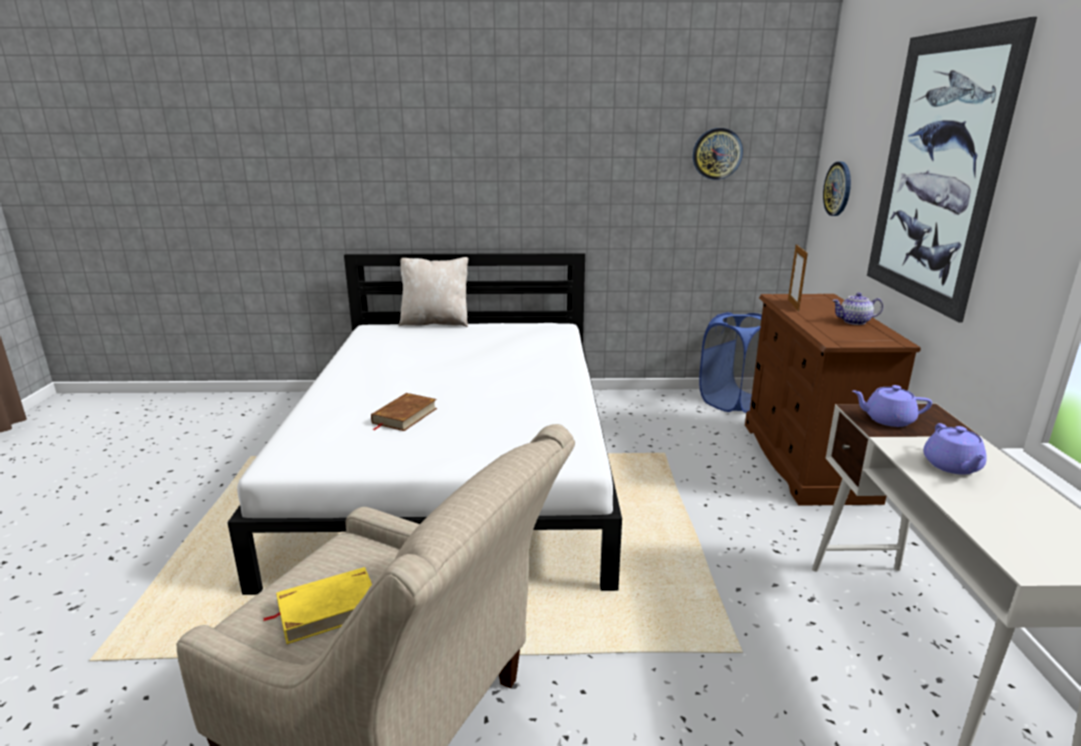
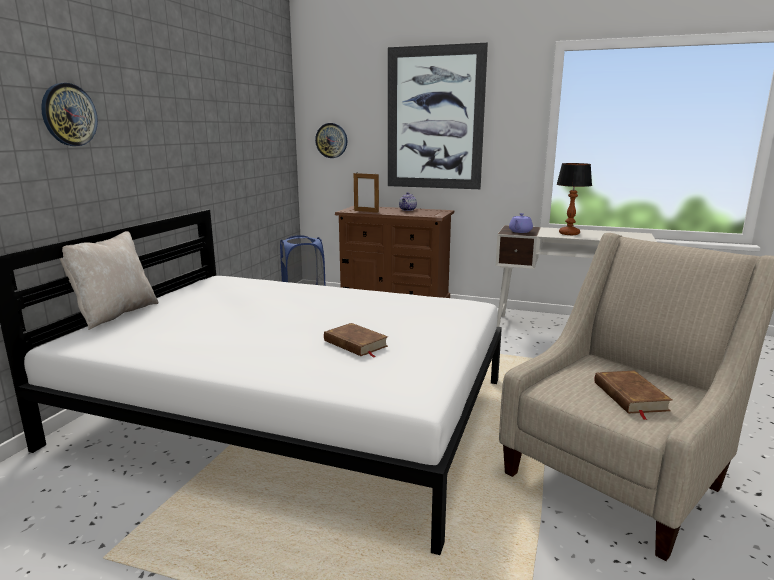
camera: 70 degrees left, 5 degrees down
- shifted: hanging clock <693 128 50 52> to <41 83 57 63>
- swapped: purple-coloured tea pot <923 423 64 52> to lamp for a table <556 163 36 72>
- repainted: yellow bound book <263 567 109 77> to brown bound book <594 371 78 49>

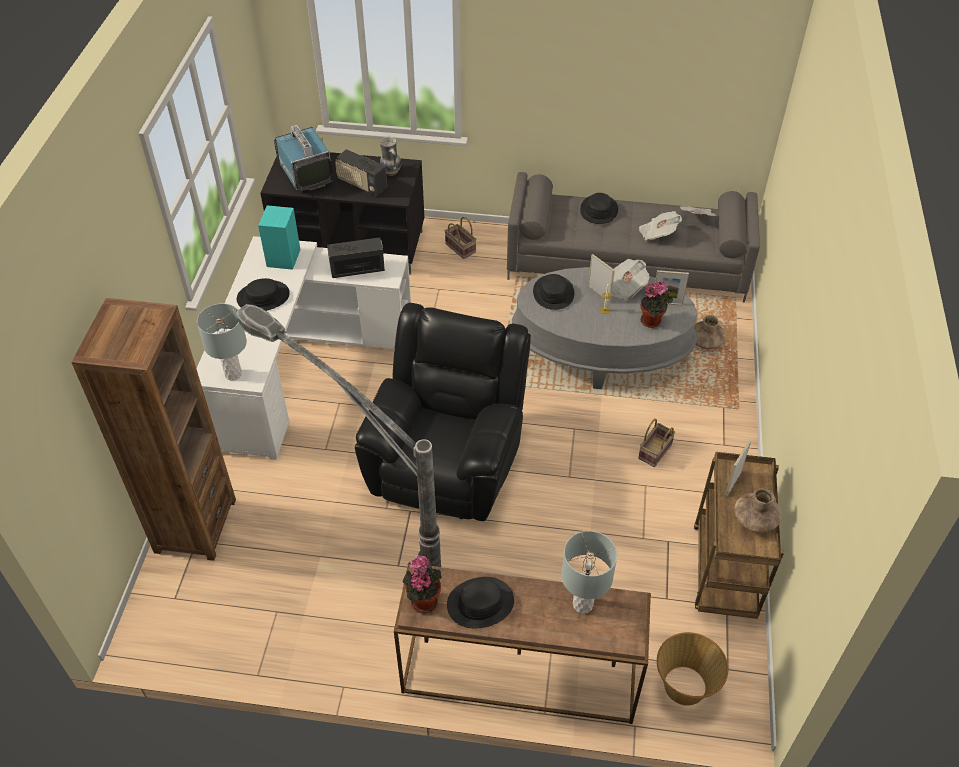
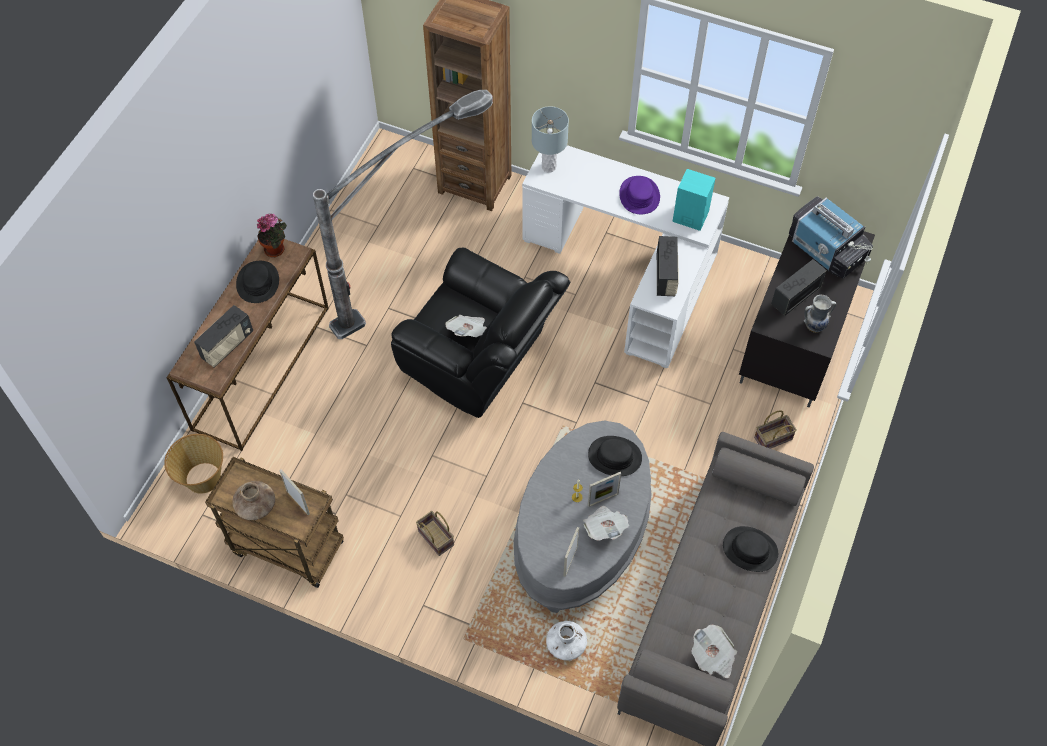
camera: 105 degrees right, 10 degrees up
- rotated: television <274 125 59 66> = <789 196 84 82> 60 degrees clockwise
- shifted: printed paper <639 211 43 29> to <445 315 42 22>
- repainted: black wearable hat <237 278 53 33> to purple-coloured wearable hat <619 176 41 38>
- gone: plant in a pot <640 281 33 47>
- repainted: brown flower vase <694 315 32 34> to whitish flower vase <546 621 41 40>
- swapped: gray lamp for a table <561 531 56 83> to radio set <194 305 59 63>

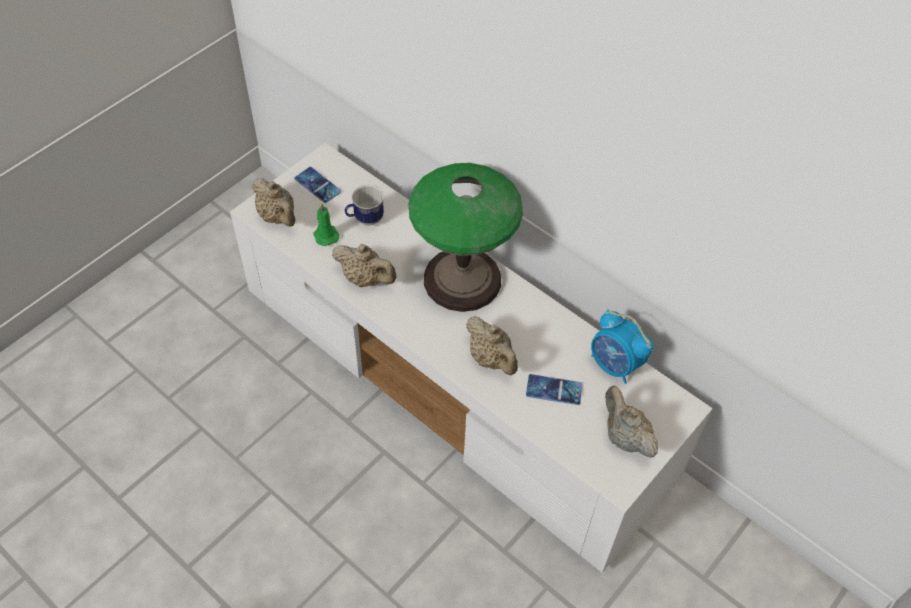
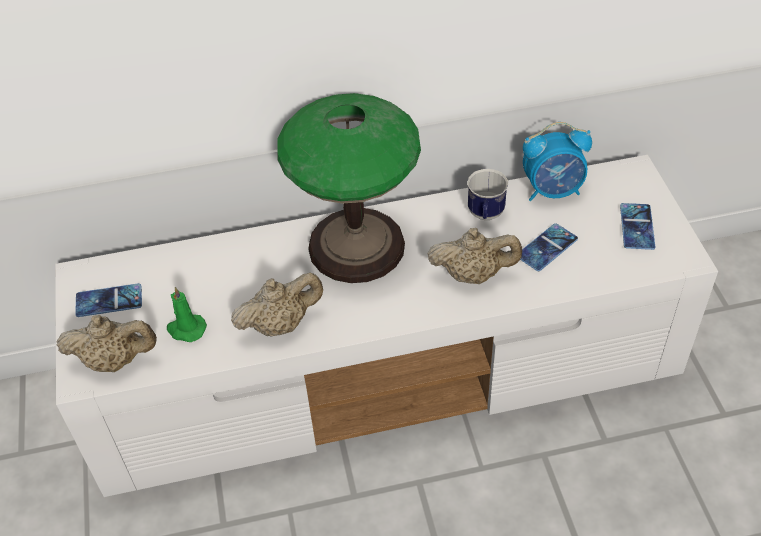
camera: 50 degrees left, 5 degrees down
- shifted: mug <345 185 39 40> to <468 169 40 51>
- swapped: beige tea pot <605 386 53 72> to handset <620 203 35 47>

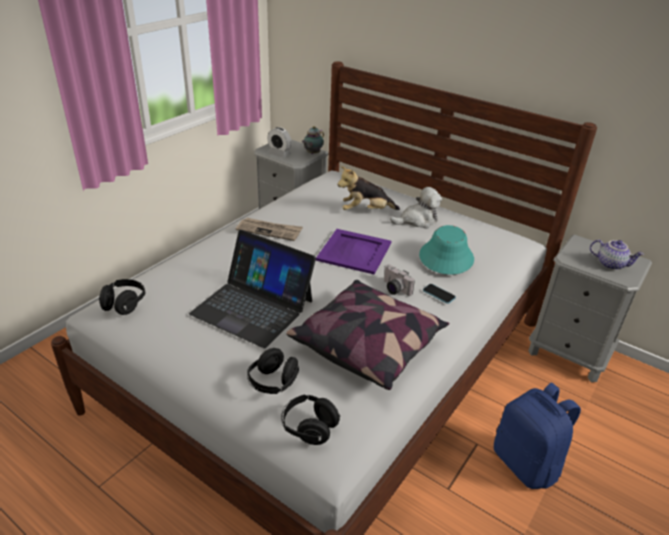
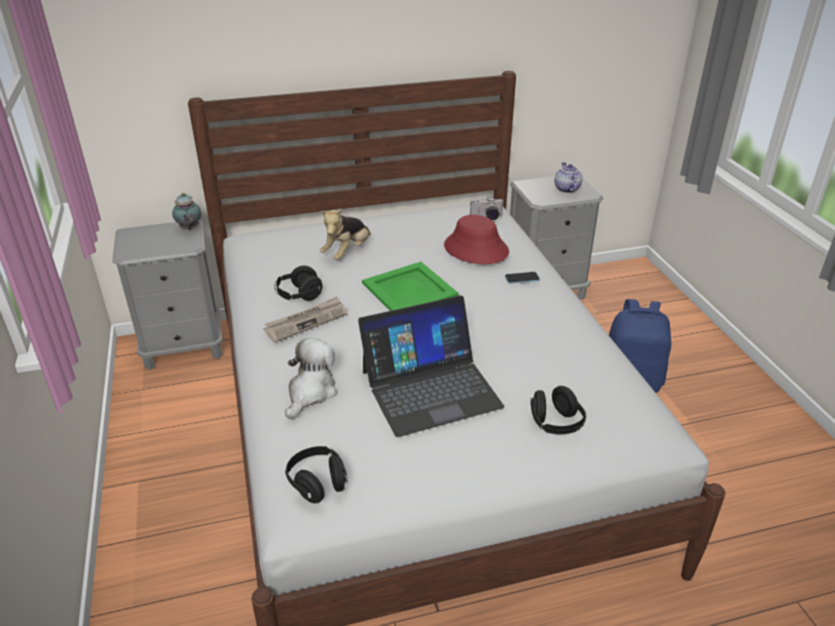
camera: 50 degrees left, 0 degrees up
- gone: bedside clock <267 127 24 31>
- shifted: cuddly toy <390 187 52 42> to <285 338 52 81>
- repainted: turquoise-coloured wearable hat <419 225 55 50> to red-coloured wearable hat <444 215 65 49>
- repainted: purple-coloured carrying tray <316 229 75 45> to green-coloured carrying tray <362 262 96 49>
- rotated: tea pot <590 240 54 30> = <555 162 27 31> 75 degrees counterclockwise
- shifted: photo camera <384 264 31 32> to <470 197 34 23>
- gone: cushion <286 280 163 110>
- shifted: black headset <281 394 59 51> to <274 266 49 35>

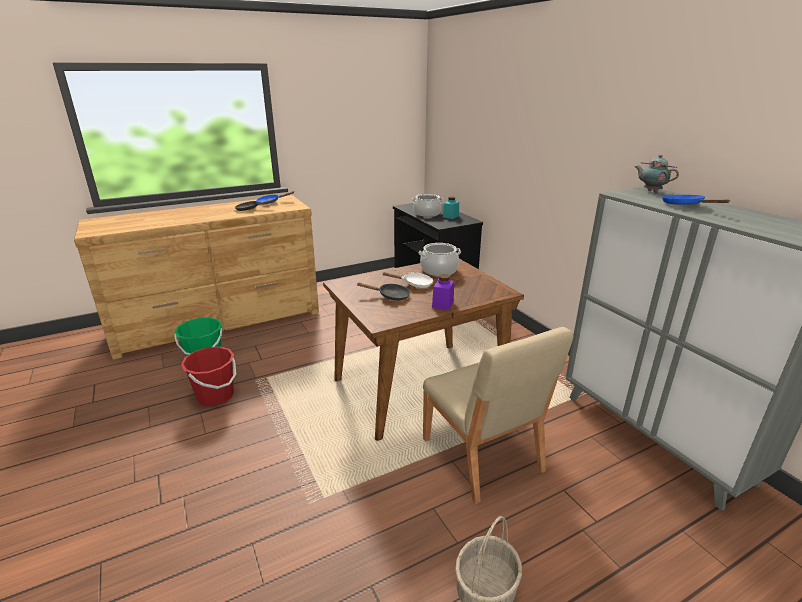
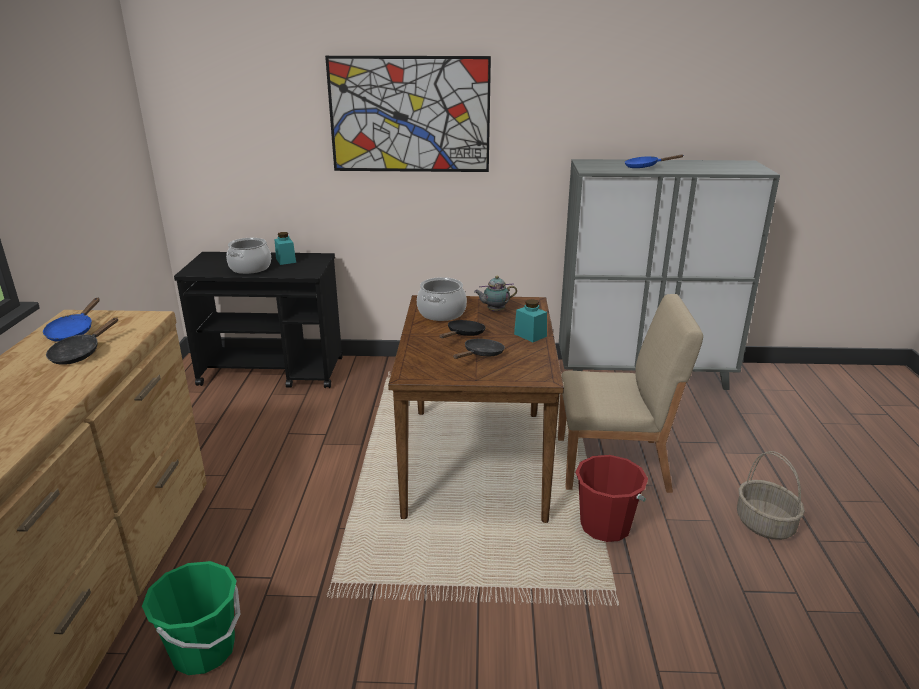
camera: 60 degrees left, 0 degrees up
- shifted: tea pot <635 155 44 37> to <474 276 43 35>
- repainted: whitish skillet <382 272 51 16> to black skillet <440 320 46 18>
- repainted: purple-coloured jar <432 274 22 36> to turquoise-coloured jar <514 299 33 43>
- shifted: red-coloured bucket <181 347 55 59> to <575 455 73 87>
- new: wall art <325 56 166 116>

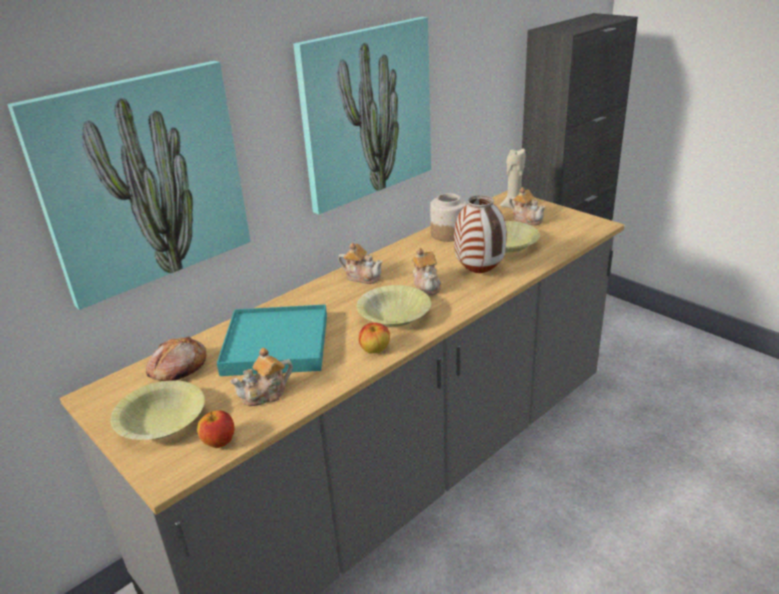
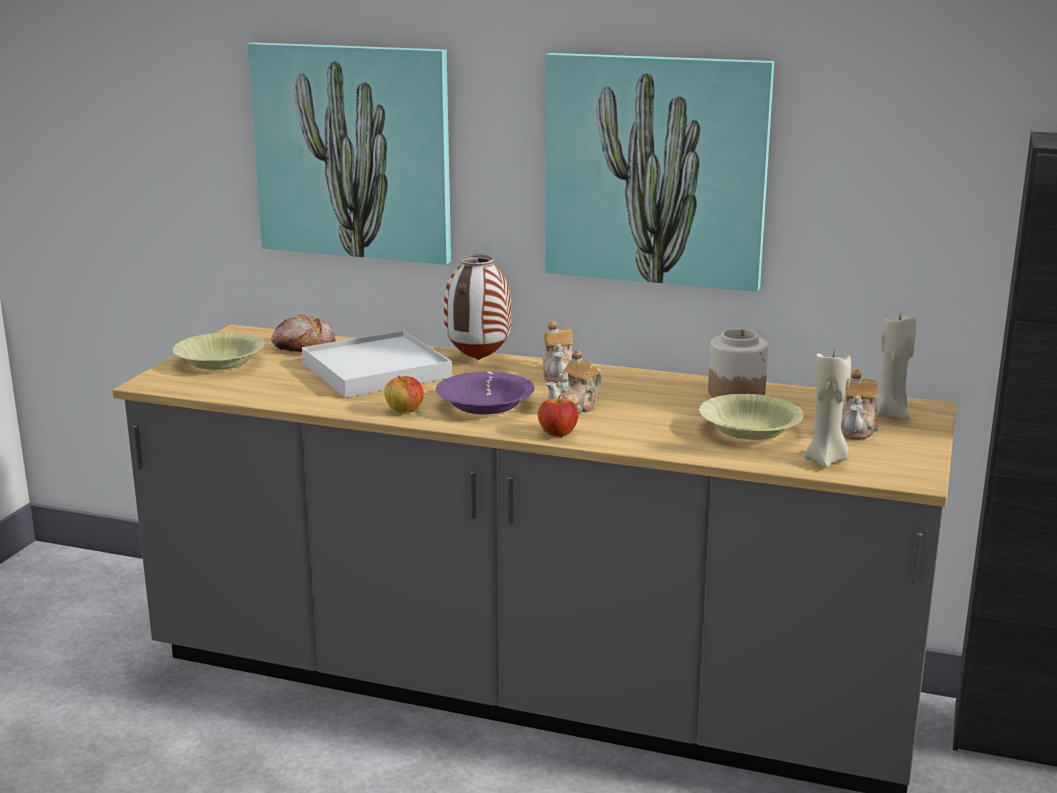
camera: 60 degrees right, 10 degrees down
- shifted: flower vase <454 195 53 78> to <444 255 68 105>
- repainted: yellow deep dish <357 285 74 42> to purple-coloured deep dish <436 372 98 42>
- repainted: turquoise-coloured carrying tray <217 304 110 72> to whitish carrying tray <302 331 150 67>
- gone: tea pot <230 347 63 59>
- shifted: apple <197 410 38 38> to <538 395 41 42>
- new: beige wax light <804 353 47 114>

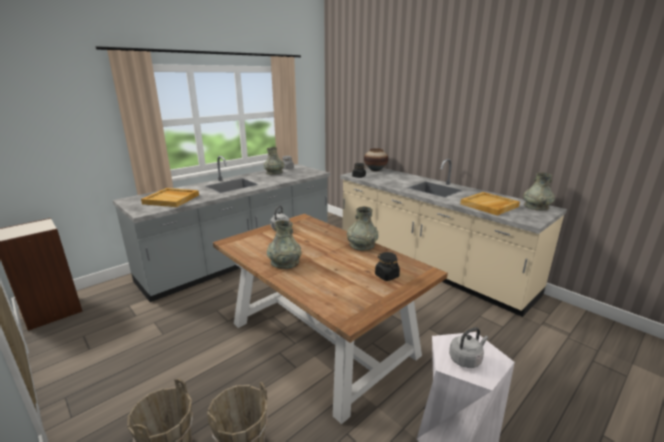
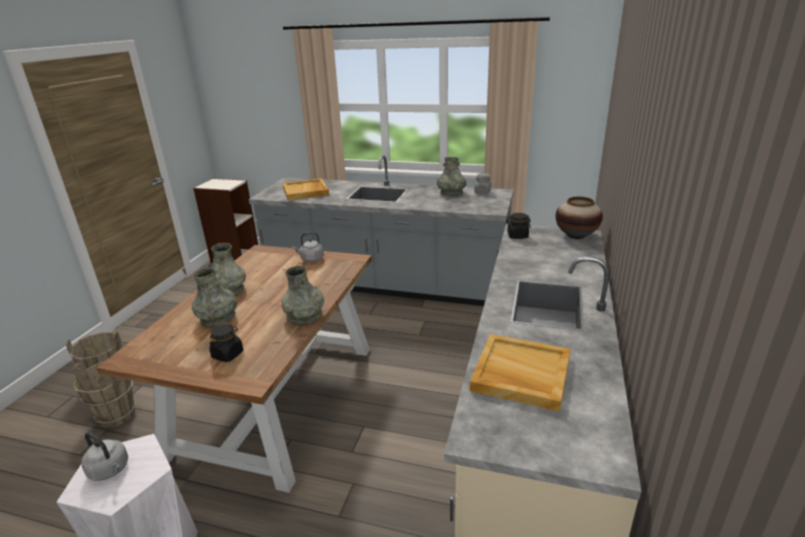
camera: 60 degrees right, 5 degrees up
- shifted: gray flower vase <523 172 32 38> to <192 268 45 59>

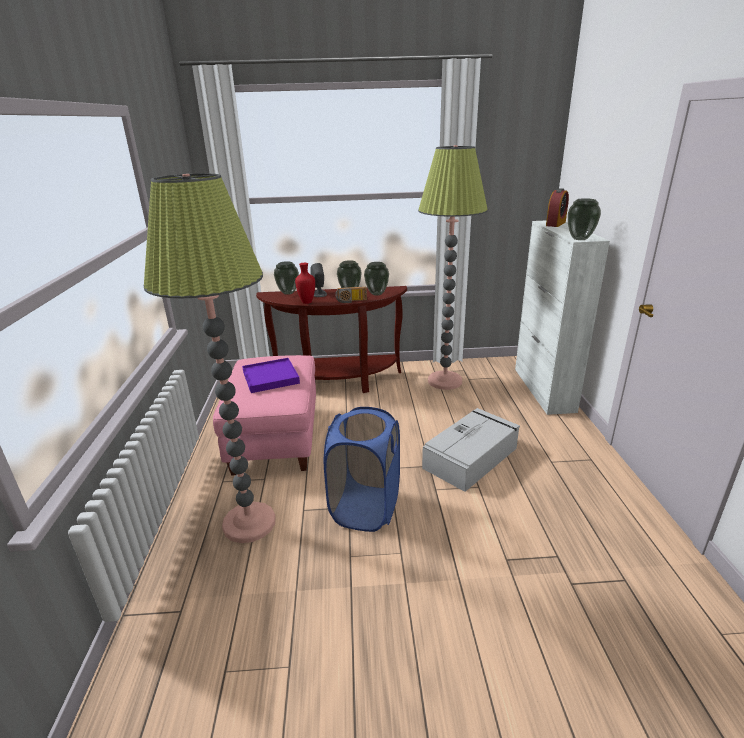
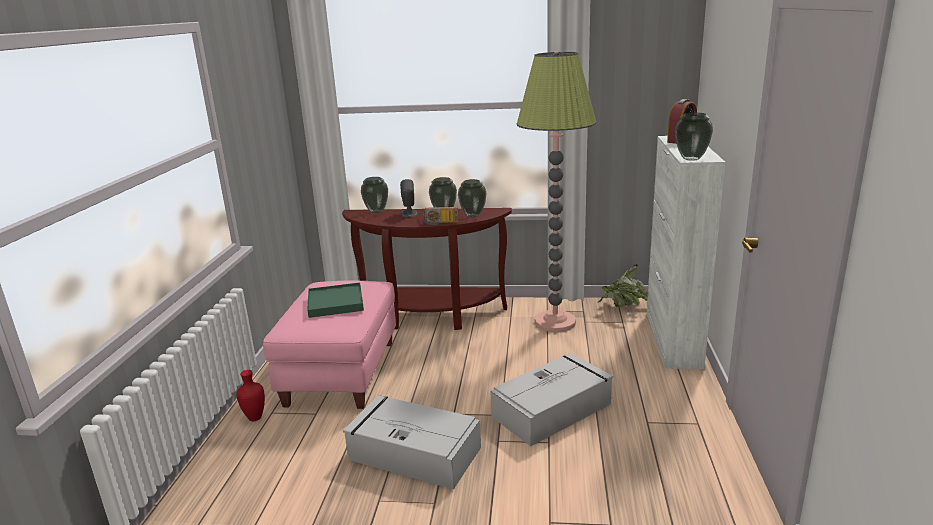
camera: 10 degrees right, 5 degrees down
- gone: floor lamp <143 173 132 370>
- shifted: red-coloured flower vase <295 263 20 41> to <236 370 29 51>
- repainted: purple-coloured carrying tray <242 358 58 35> to green-coloured carrying tray <307 282 57 36>
- swapped: blue washing basket <324 407 76 125> to gray storage box <343 395 138 94>
- new: plant in a pot <598 264 50 43>

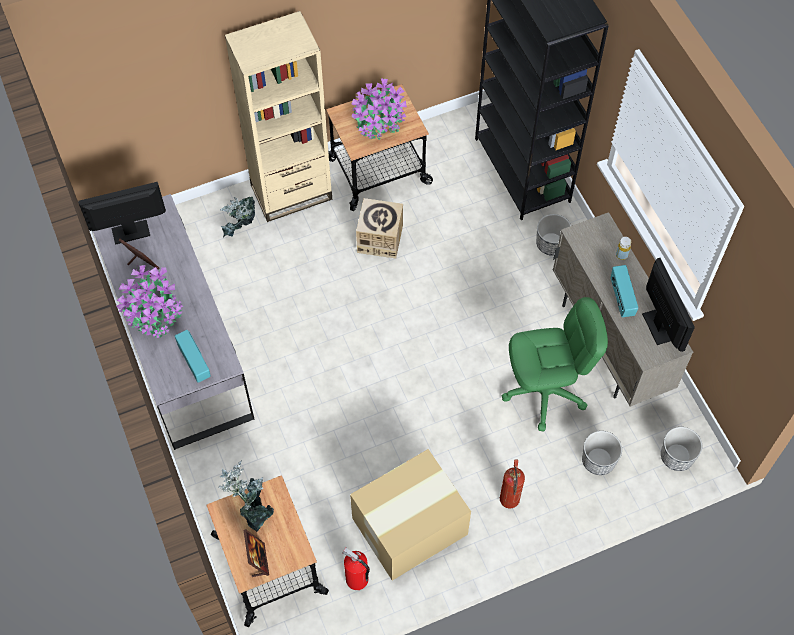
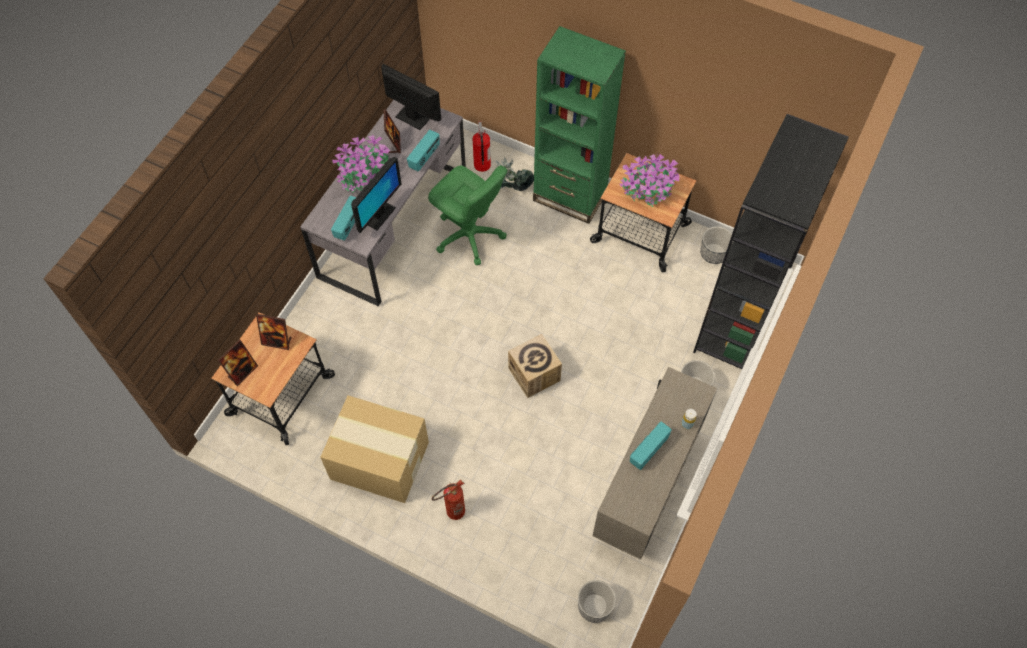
camera: 50 degrees right, 0 degrees up
- repainted: beige bookshelf <225 11 107 211> to green-coloured bookshelf <533 26 93 198>
- shifted: cardboard box <356 198 47 61> to <508 334 54 64>
- shifted: computer display <642 258 53 94> to <351 157 51 76>
- shifted: green-coloured computer chair <502 297 106 134> to <428 165 79 100>
- shifted: plant pot <582 431 40 44> to <700 226 33 38>
- swapped: plant in a pot <218 461 56 71> to standing frame <256 314 36 36>
- shifted: fire-fighting cylinder <342 548 28 42> to <473 121 18 51>
- new: radio set <407 130 32 41>

